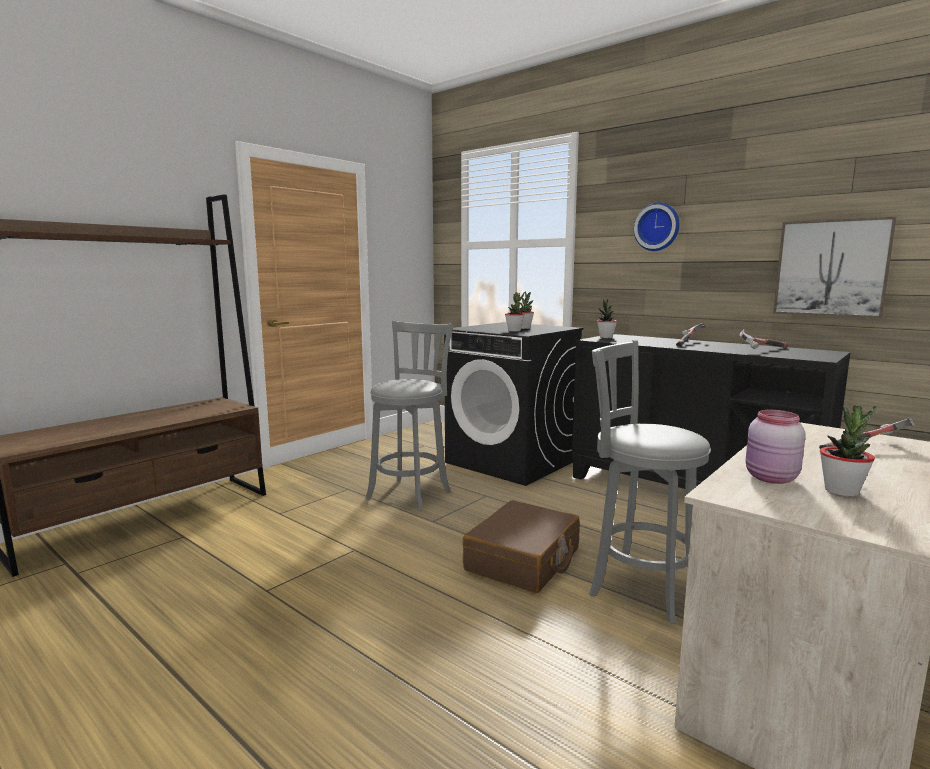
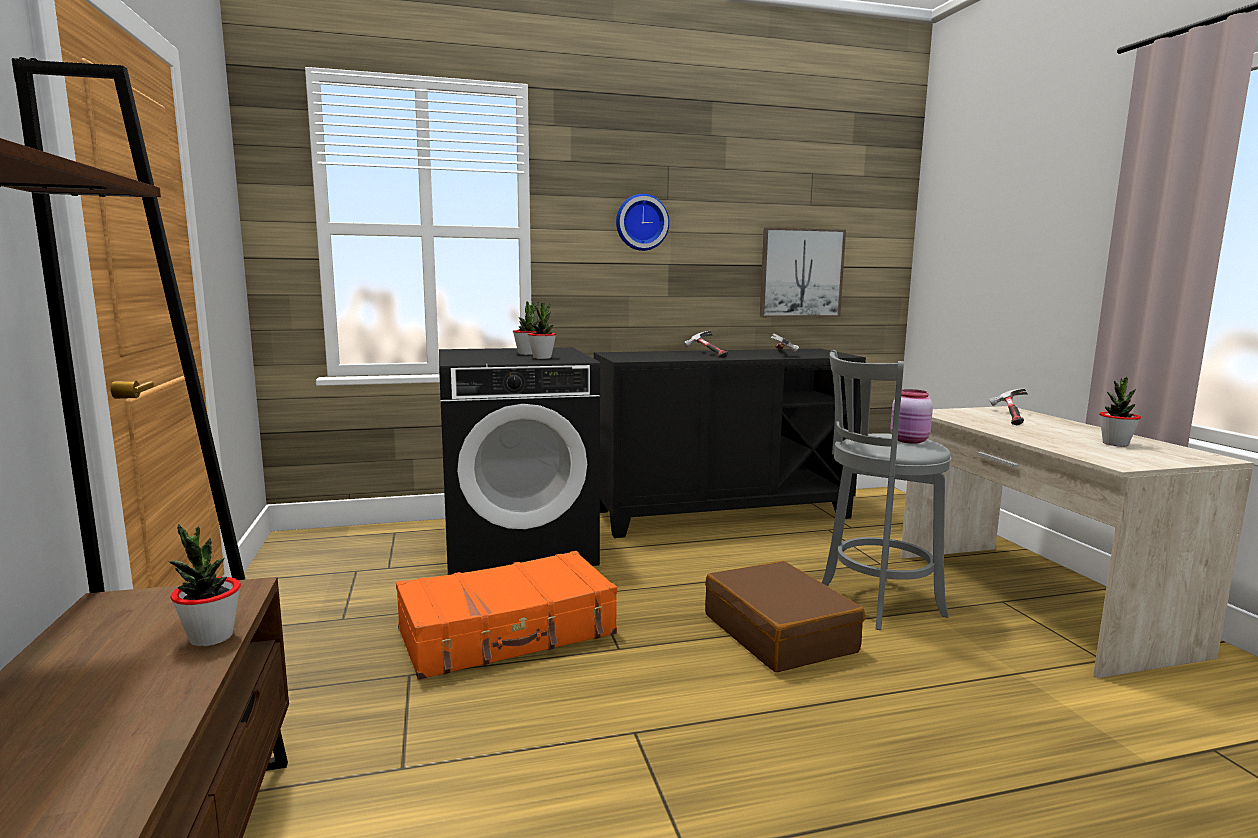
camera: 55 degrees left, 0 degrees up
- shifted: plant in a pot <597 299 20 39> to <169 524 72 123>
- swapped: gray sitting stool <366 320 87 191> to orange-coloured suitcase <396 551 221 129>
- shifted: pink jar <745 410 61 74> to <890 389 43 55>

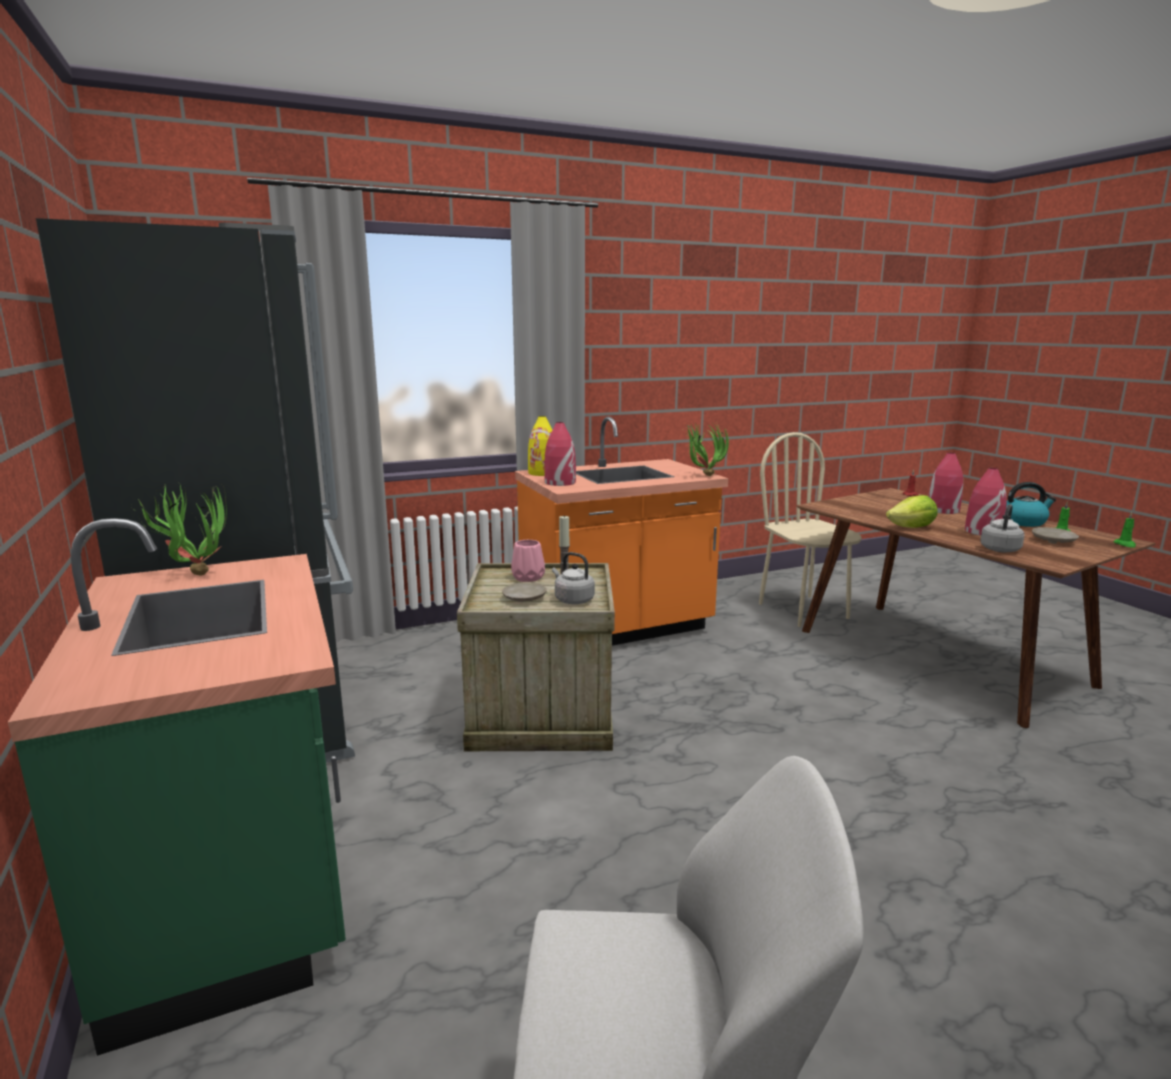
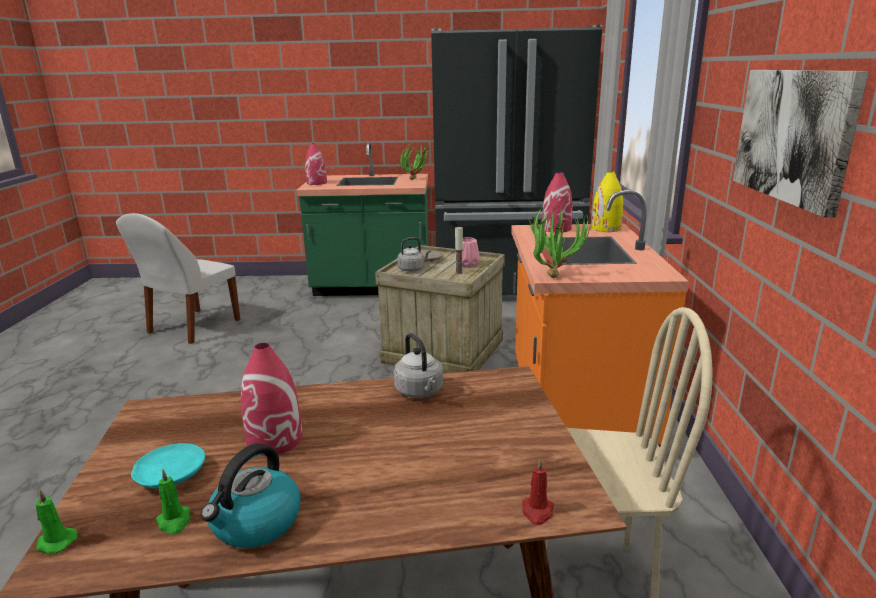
camera: 115 degrees right, 5 degrees up
- shifted: red-coloured flower vase <928 453 35 61> to <305 143 22 42>
- gone: lettuce head <886 495 52 33>
- shifted: gray water kettle <980 504 45 48> to <394 333 49 65>
- repainted: beige plate <1032 527 47 17> to turquoise-coloured plate <131 443 74 46>
- new: wall art <733 70 136 148>

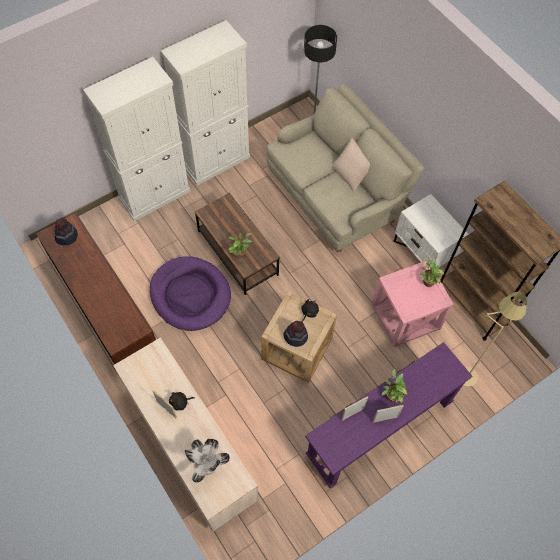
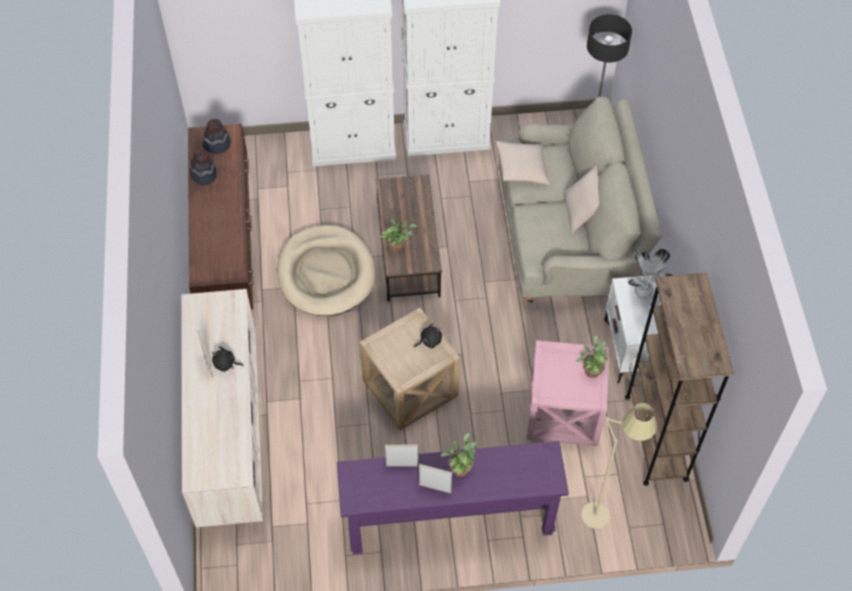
camera: 30 degrees right, 5 degrees down
- repainted: purple-coloured dog cushion <150 256 81 75> to beige dog cushion <277 225 99 91>
- shifted: wearable hat <283 321 25 26> to <190 150 27 35>
- shifted: plant in a pot <185 439 45 44> to <628 248 46 52>
- new: beige cushion <496 141 54 44>

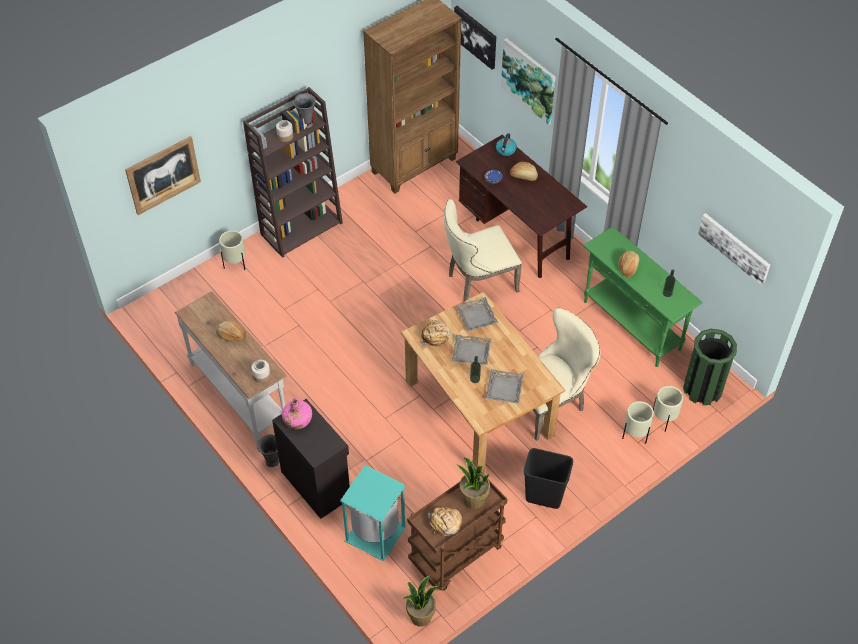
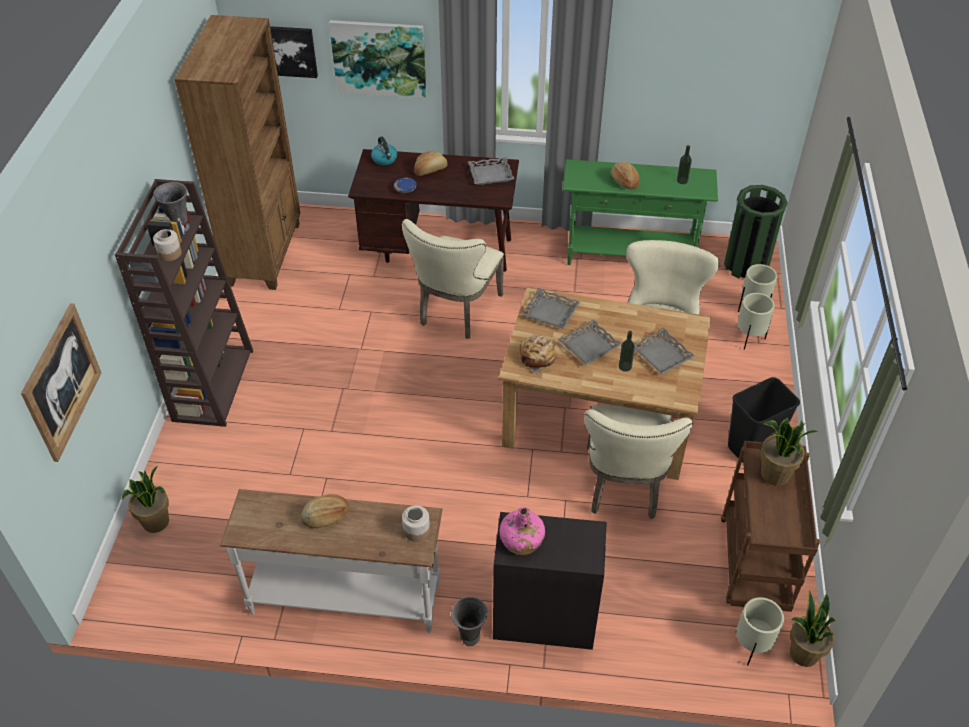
camera: 45 degrees left, 5 degrees down
- gone: wall art <698 213 72 73>
- shifted: beige plant pot <219 231 27 39> to <736 597 48 68>
- gone: turquoise-coloured trash can <340 465 67 97>
- gone: bakery bread <428 507 34 29>
- new: gray carrying tray <468 157 46 28>
- new: beige upright chair <584 405 109 114>
- new: plant in a pot <122 466 47 67>

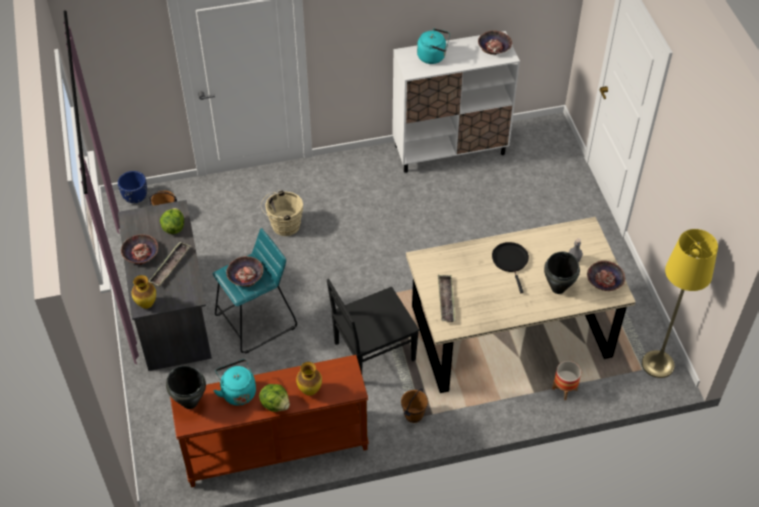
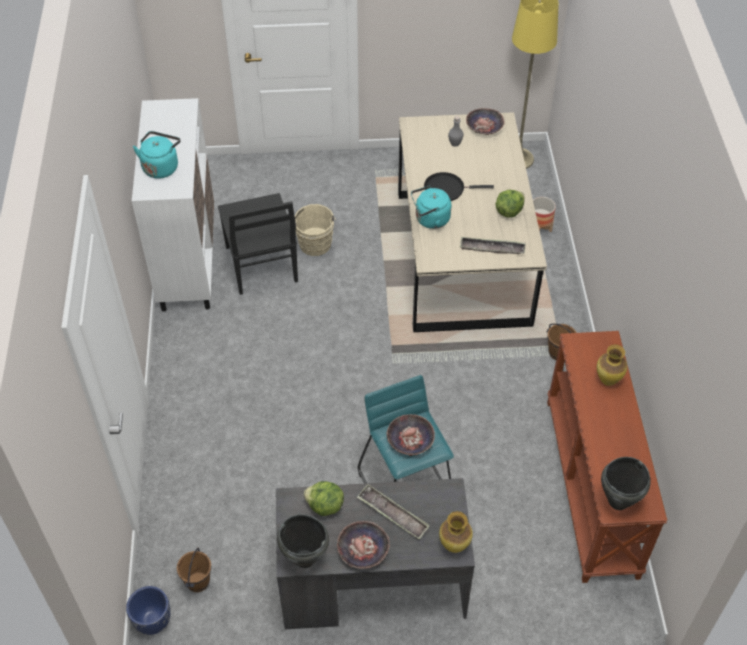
camera: 80 degrees left, 0 degrees up
- gone: deep dish <478 31 34 24>
- shifted: beige bucket <261 190 42 46> to <294 204 42 52>
- shifted: black saucepot <544 251 36 43> to <277 514 52 54>
- shifted: black upright chair <327 279 92 95> to <218 193 80 102>
- shifted: turquoise-coloured water kettle <214 359 42 47> to <411 186 40 43>
- shifted: lettuce head <259 384 31 28> to <495 190 30 27>

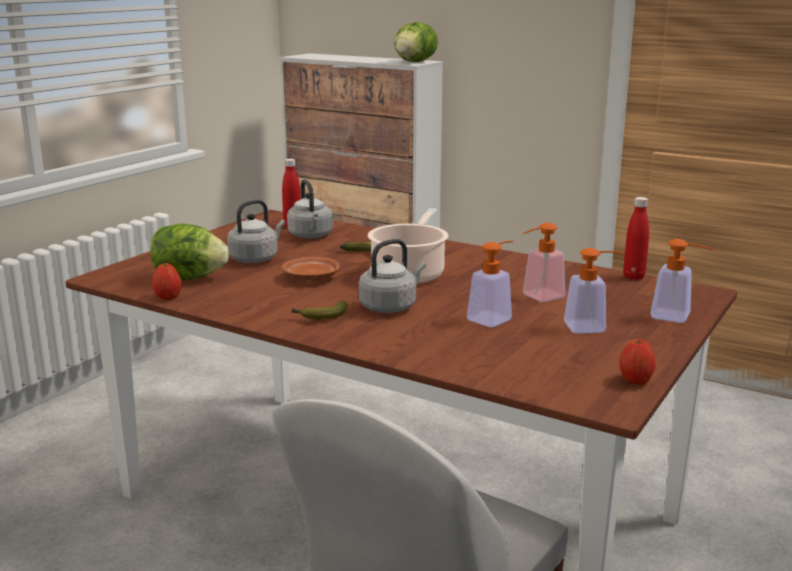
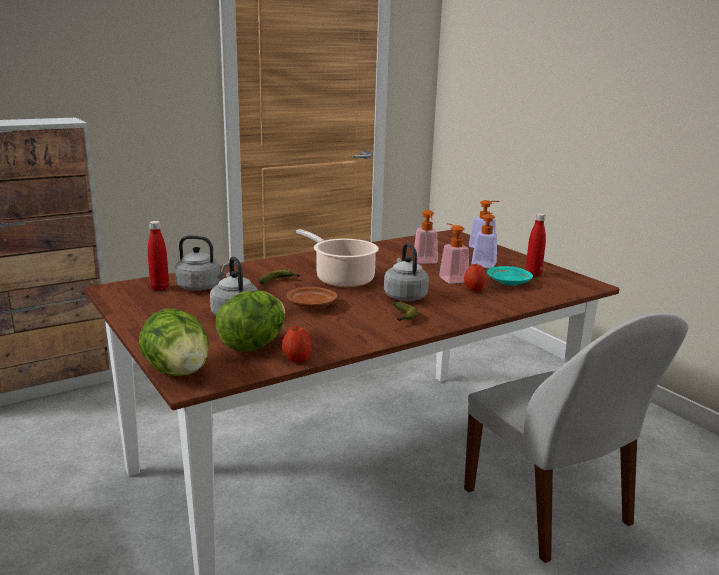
camera: 65 degrees left, 0 degrees up
- shifted: lettuce head <394 22 44 40> to <139 309 70 67>
- shifted: red-coloured beverage bottle <623 197 26 83> to <525 213 21 63>
- shifted: apple <619 339 37 46> to <464 264 22 27>
- new: turquoise-coloured plate <487 266 46 20>

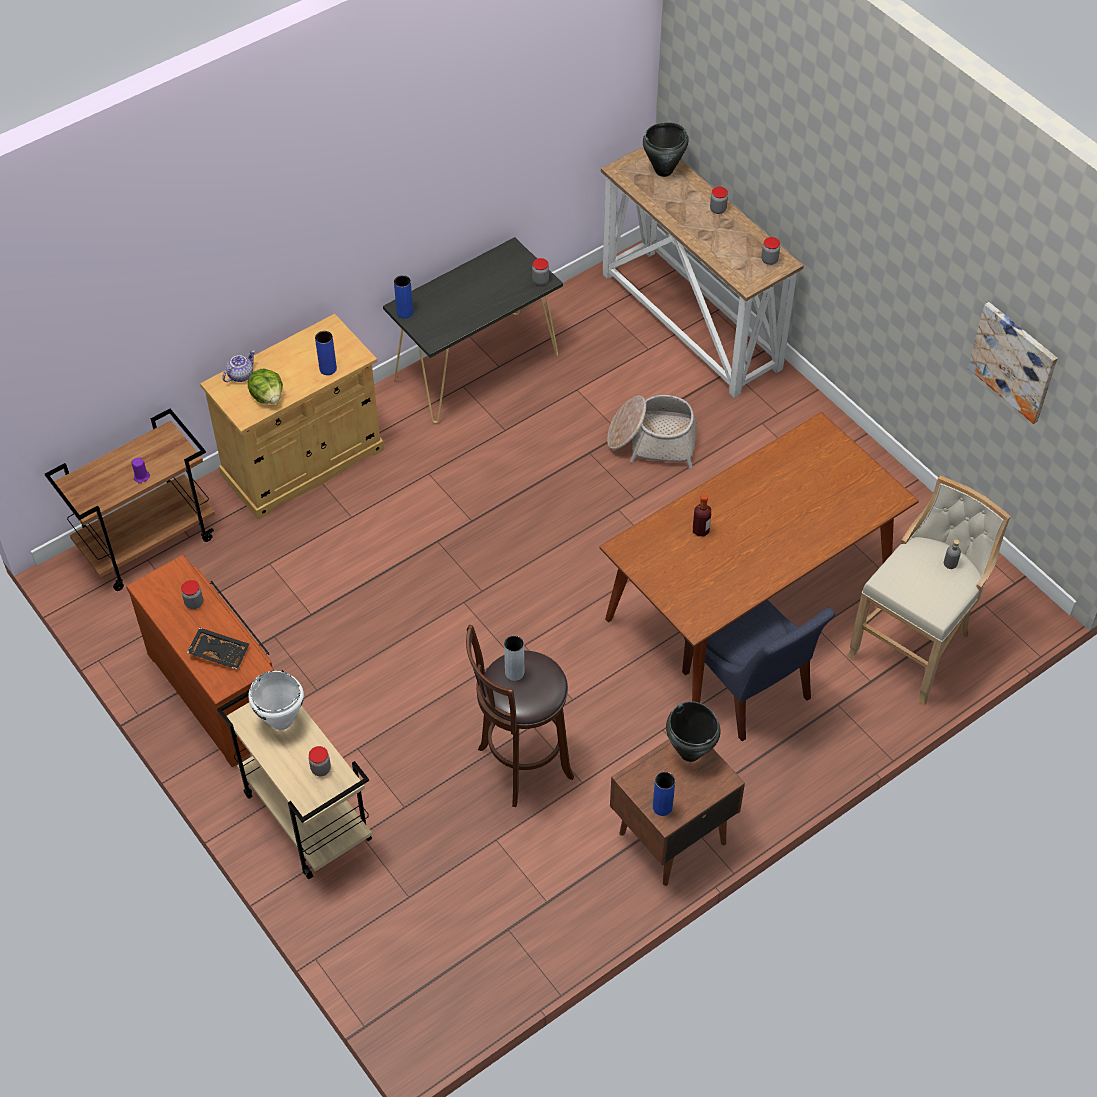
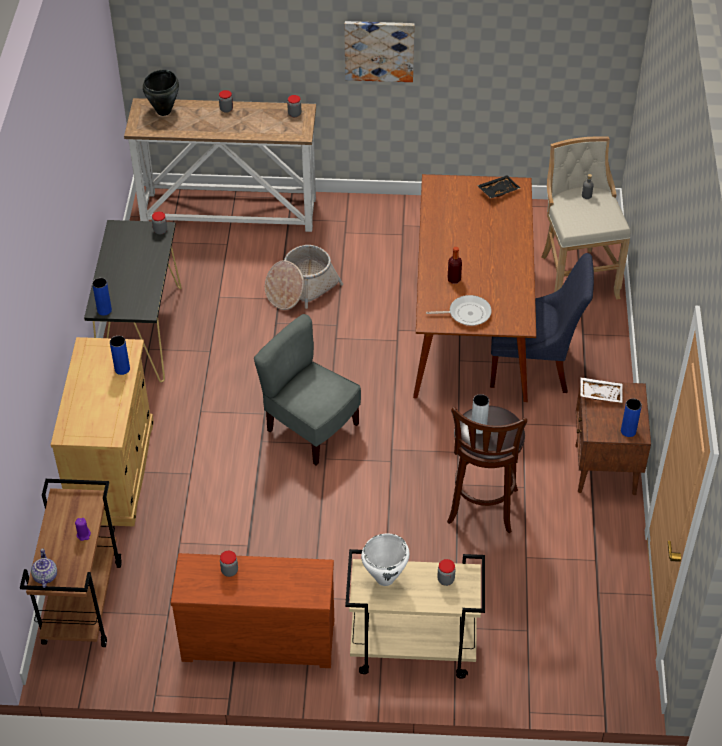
camera: 50 degrees left, 5 degrees down
- shifted: wall art <968 302 89 122> to <344 21 71 61>
- shifted: tea pot <222 350 33 32> to <31 549 26 39>
- gone: lettuce head <248 369 35 35>
- shifted: black carrying tray <187 627 62 43> to <477 175 43 24>
- swapped: black saucepot <666 701 54 61> to whitish carrying tray <580 377 43 26>
- new: skillet <426 295 66 31>
- new: gray upright chair <254 314 107 152>

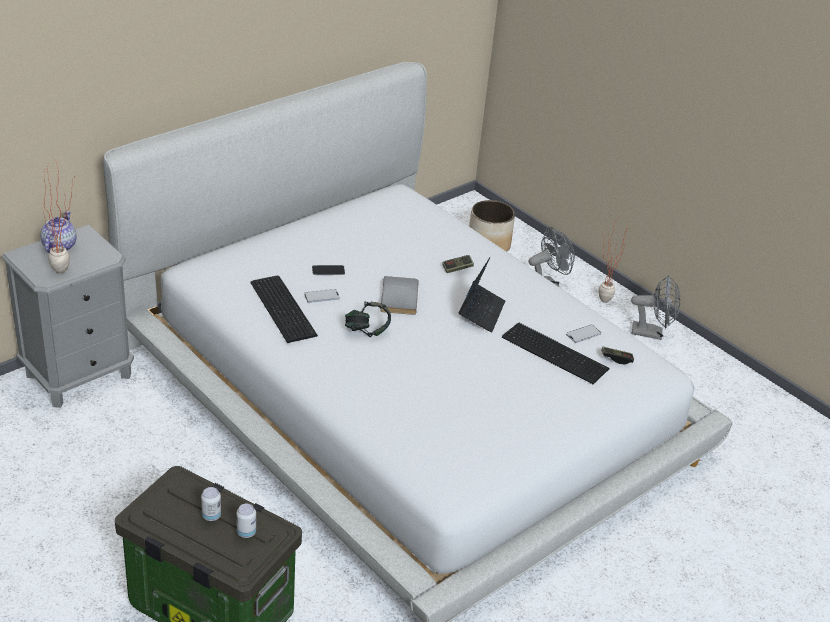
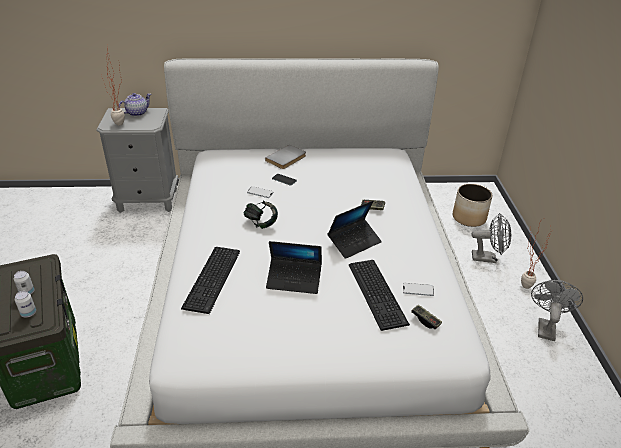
camera: 40 degrees right, 0 degrees up
- shifted: PC keyboard <250 275 68 68> to <181 247 59 67>
- rotated: gray electric fan <631 275 49 65> = <531 280 52 61> 120 degrees counterclockwise
- shifted: gray bound book <380 276 39 39> to <265 145 41 24>
- new: portable computer <266 241 56 53>

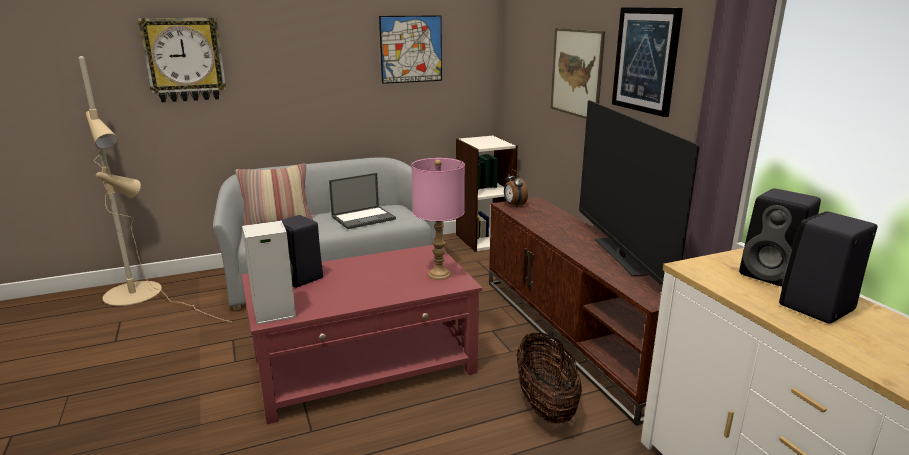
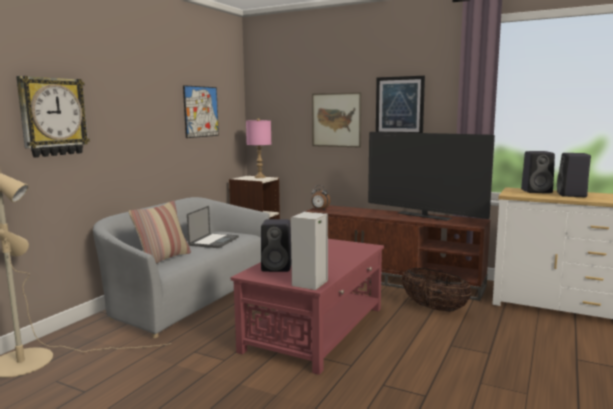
camera: 40 degrees left, 10 degrees down
- shifted: pink lamp for a table <412 158 53 122> to <246 118 25 60>

